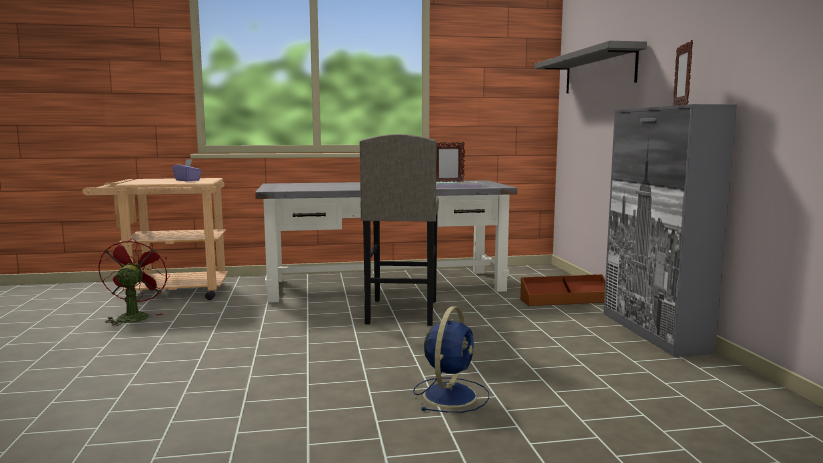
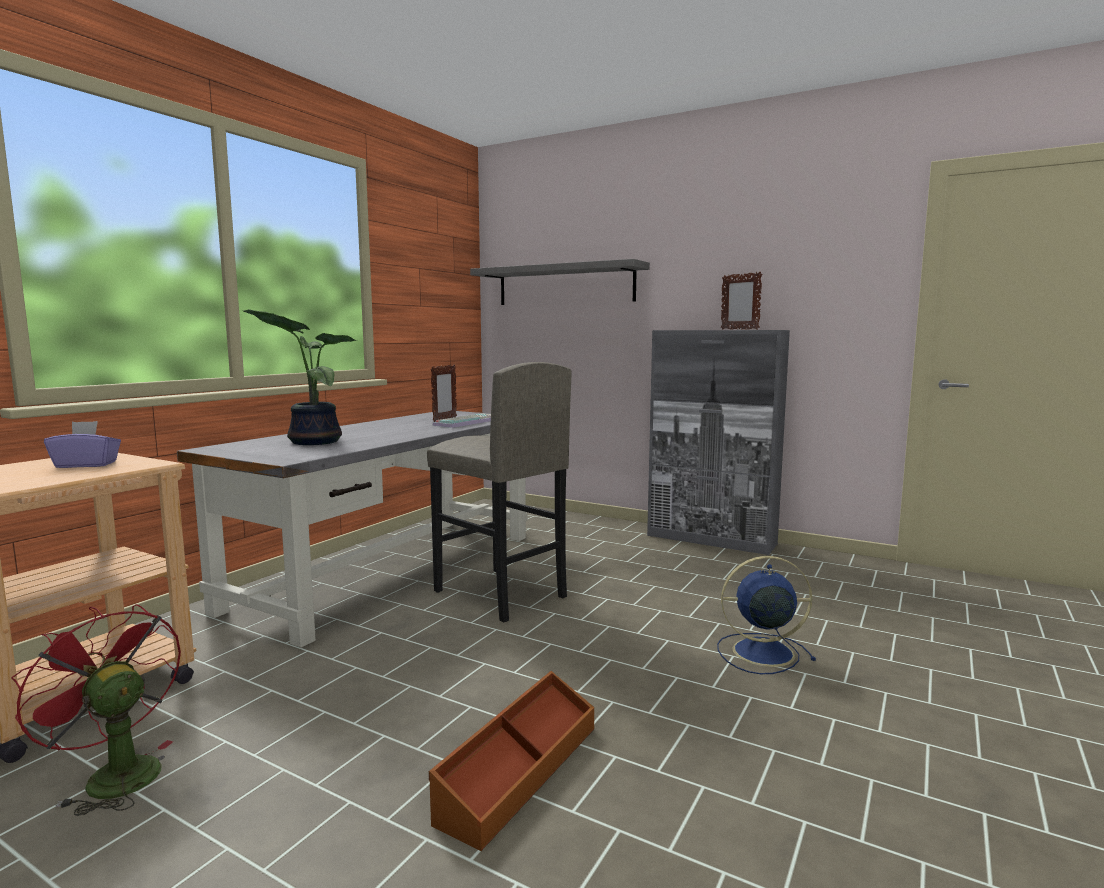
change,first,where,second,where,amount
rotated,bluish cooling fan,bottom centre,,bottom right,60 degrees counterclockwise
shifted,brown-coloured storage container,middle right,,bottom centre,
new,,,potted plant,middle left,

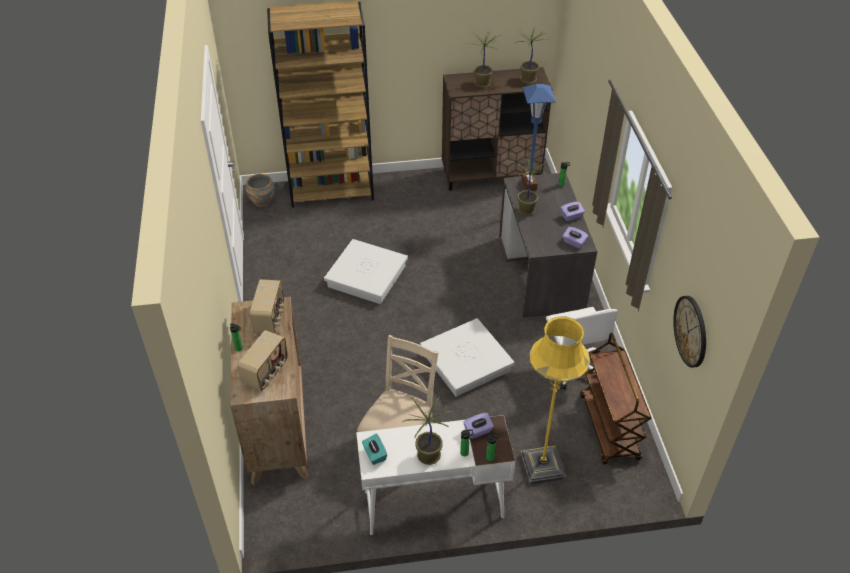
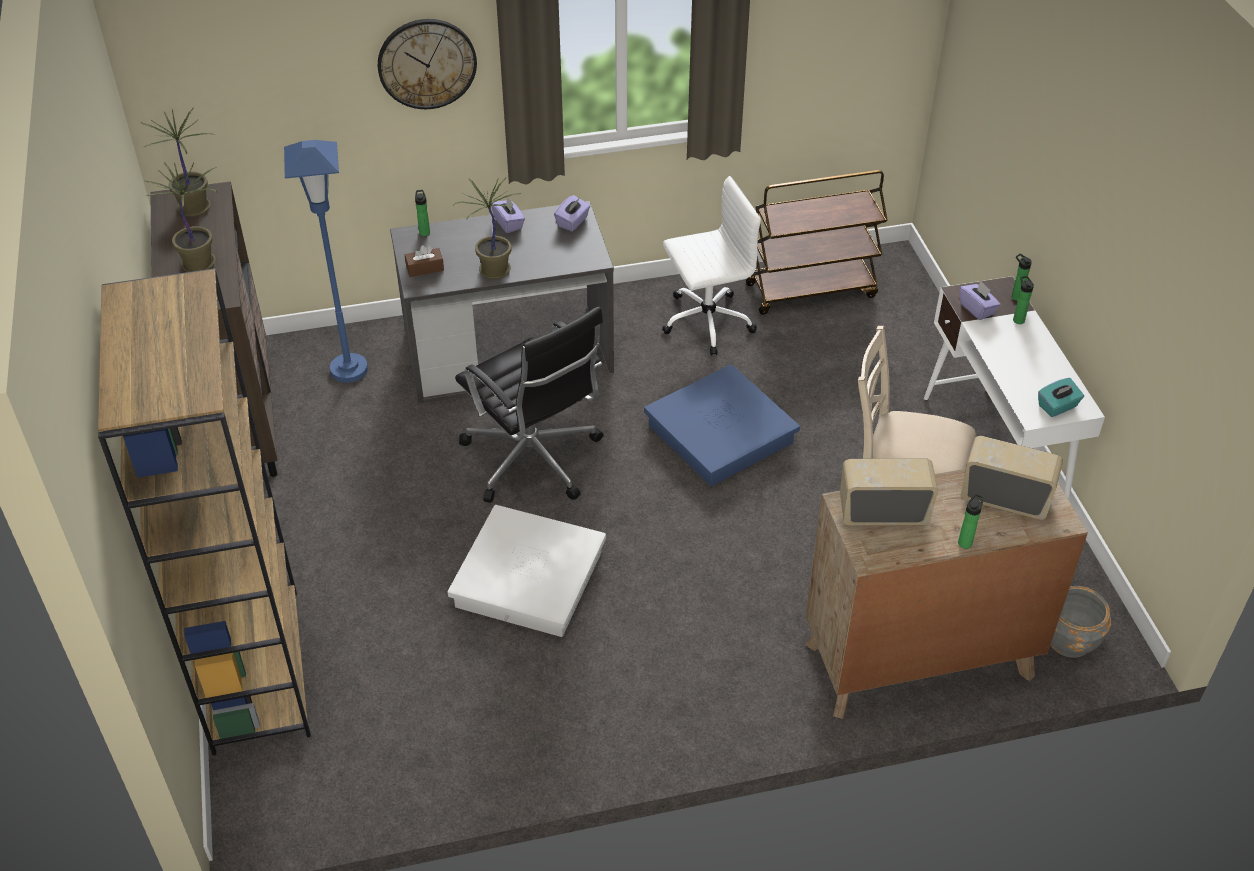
change,first,where,second,where,amount
shifted,gray flower pot,top left,,bottom right,
gone,potted plant (no. 1 from left),bottom centre,,,
repainted,white storage container (no. 2 from left),centre,bluish storage container,centre,
gone,yellowish floor lamp,bottom centre,,,
shifted,clock on the wall,middle right,,top centre,
new,,,black office chair,centre,

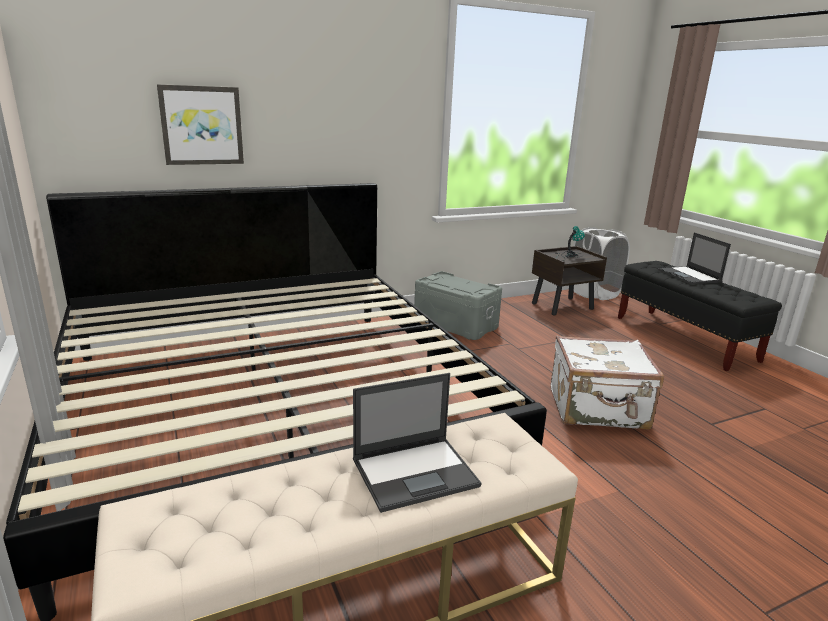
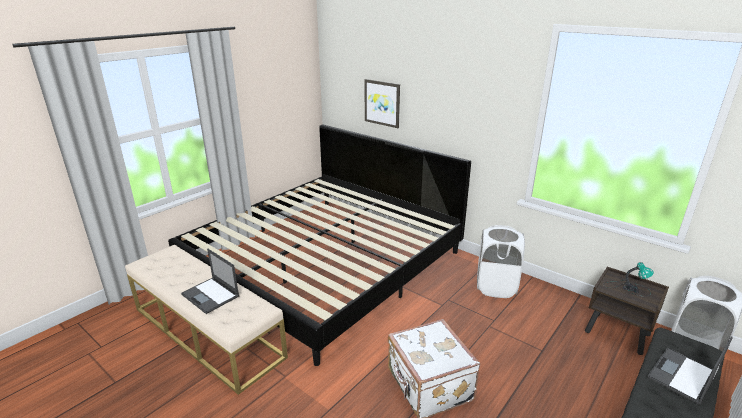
change,first,where,second,where,amount
swapped,gray storage container,centre,white laundry basket (no. 1 from left),middle right,

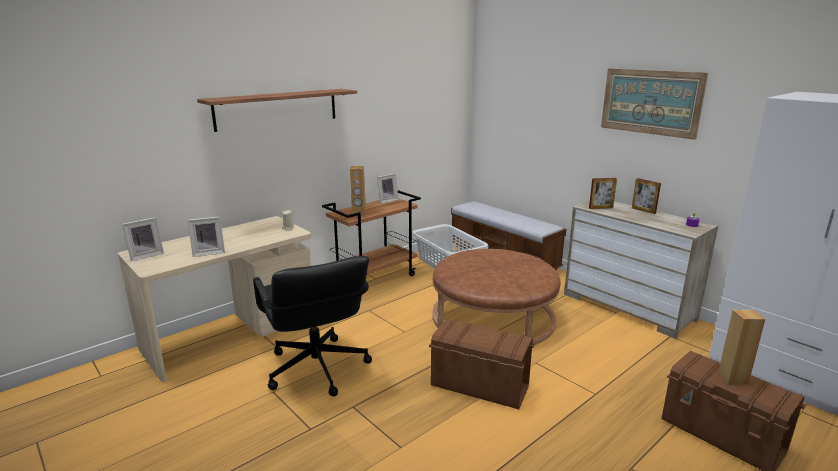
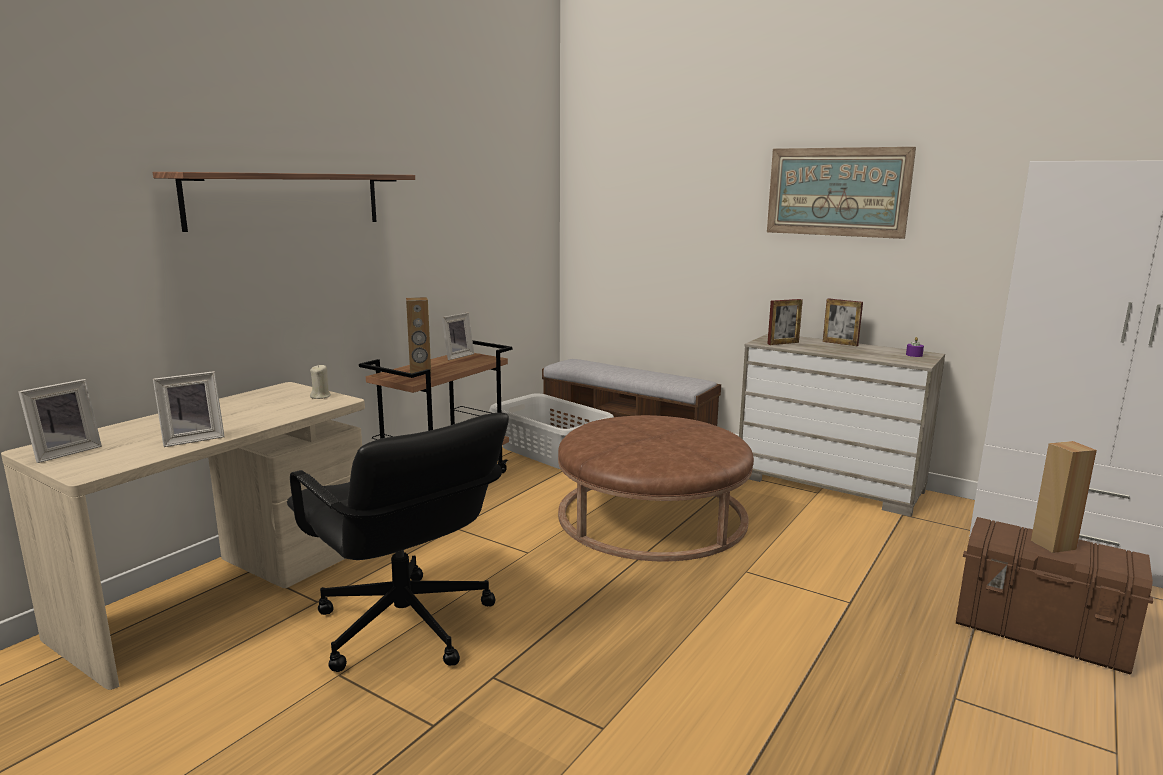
change,first,where,second,where,amount
gone,brown-coloured storage container (no. 1 from left),bottom centre,,,

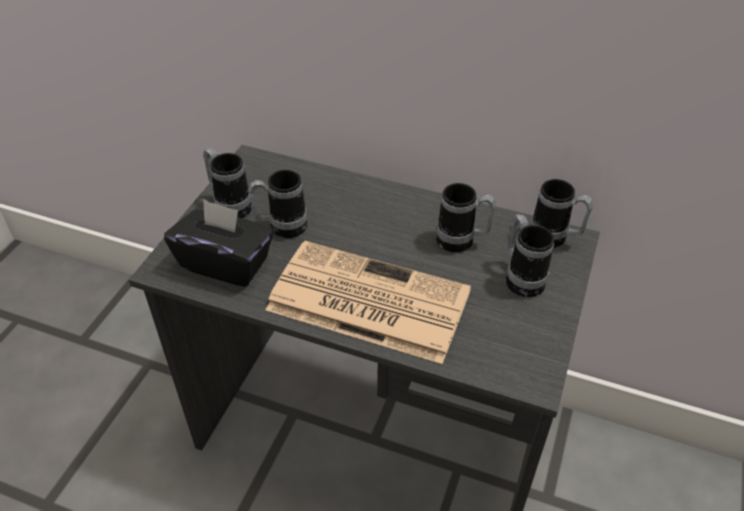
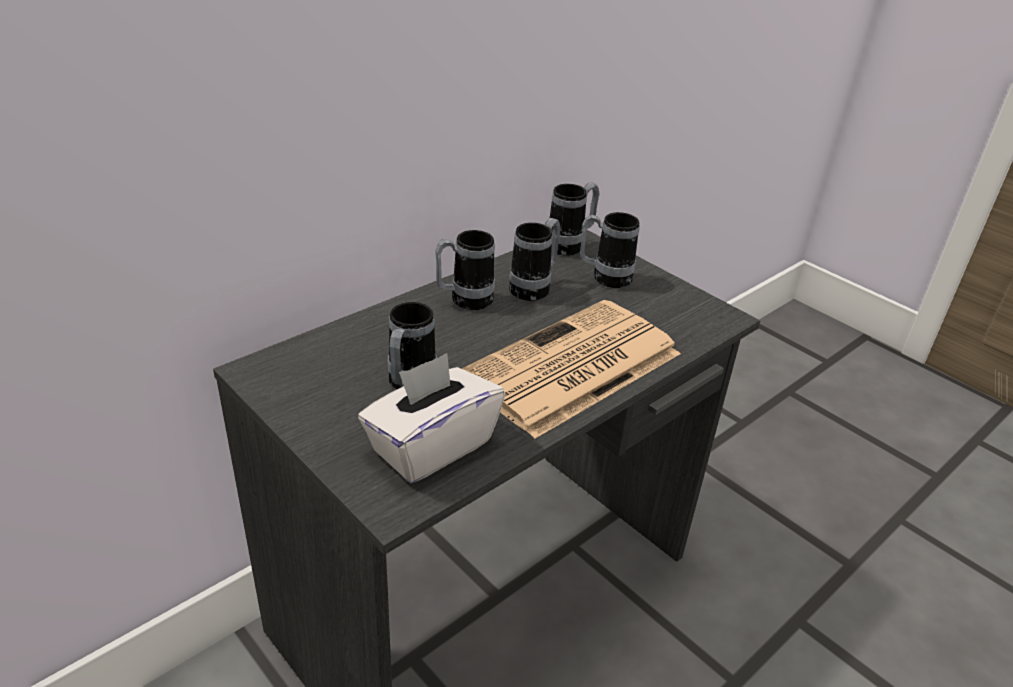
change,first,where,second,where,amount
repainted,black box of tissues,middle left,white box of tissues,centre,
shifted,tea mug (no. 1 from left in the first image),middle left,tea mug (no. 2 from left),centre,

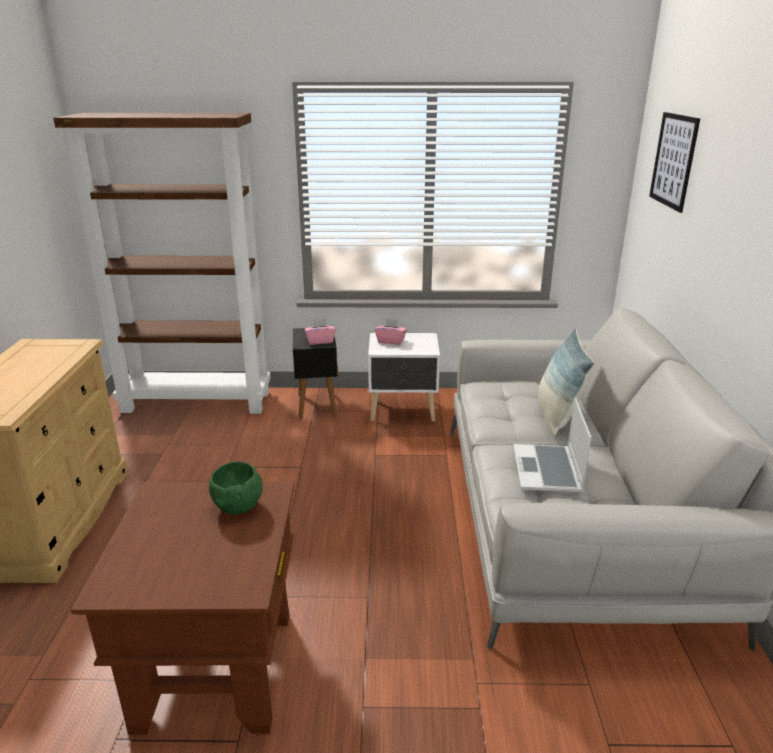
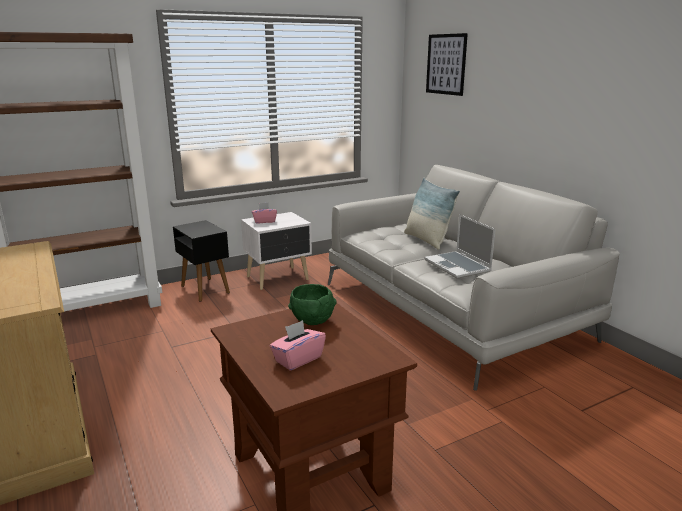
change,first,where,second,where,amount
shifted,pinkish box of tissues (no. 1 from left in the first image),centre,pinkish box of tissues (no. 2 from left),bottom centre,

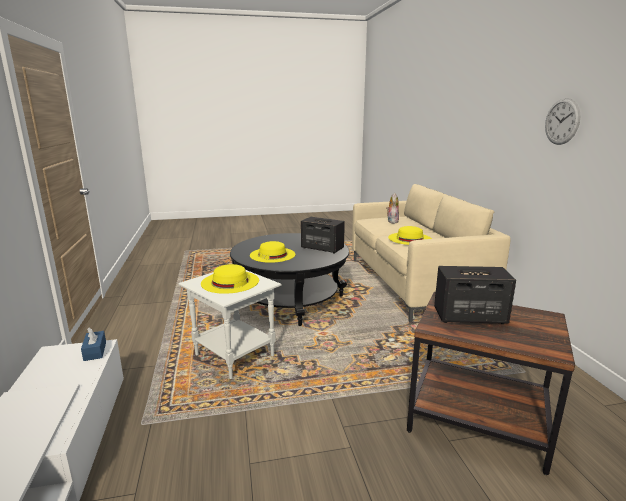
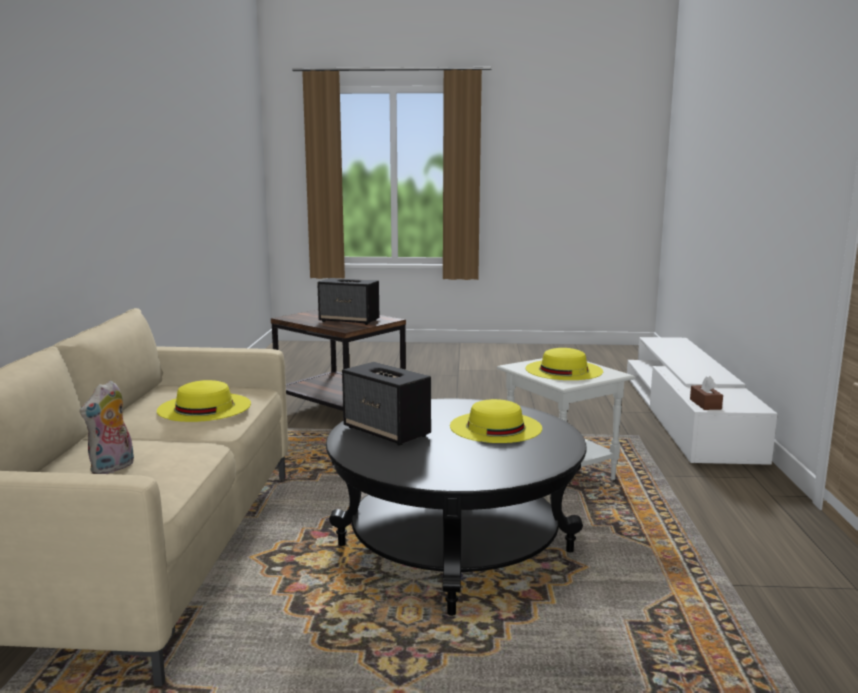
change,first,where,second,where,amount
repainted,bluish box of tissues,bottom left,brown-coloured box of tissues,middle right,
gone,clock on the wall,top right,,,

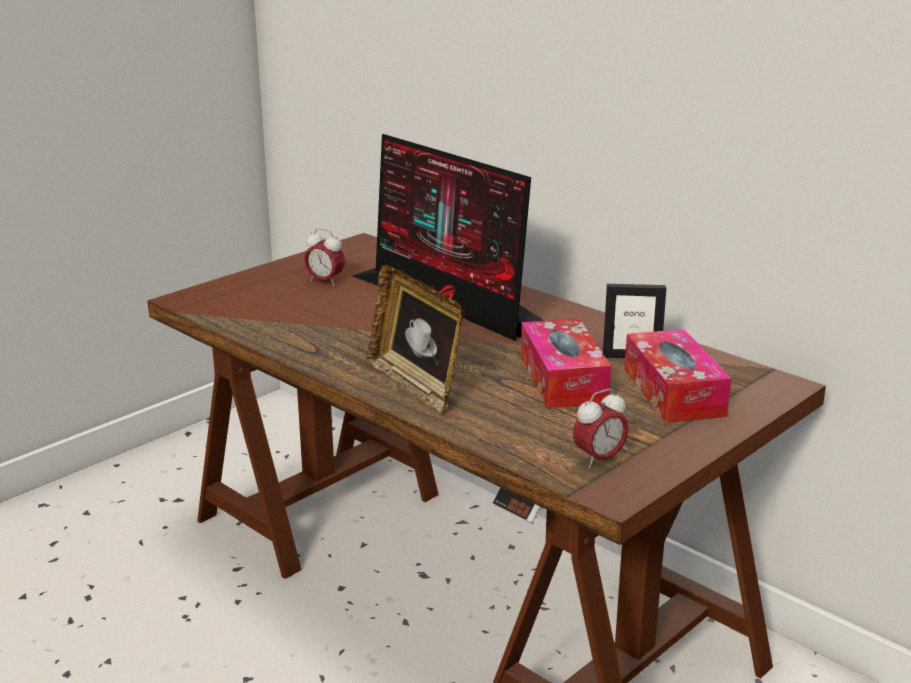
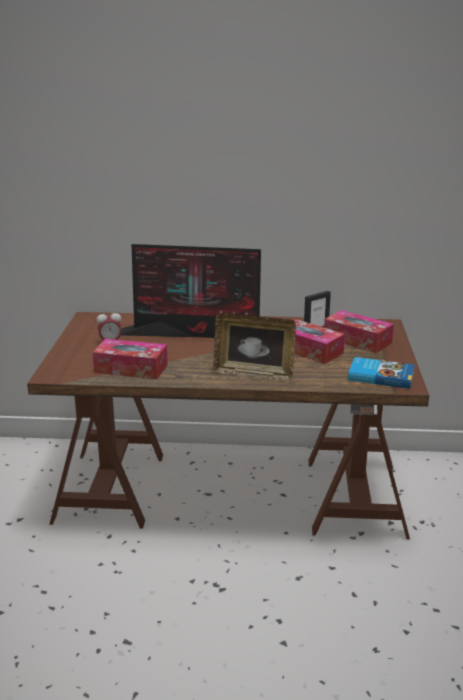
change,first,where,second,where,amount
swapped,table clock (no. 2 from left),centre,bound book,middle right,
new,,,box of tissues (no. 1 from left),middle left,

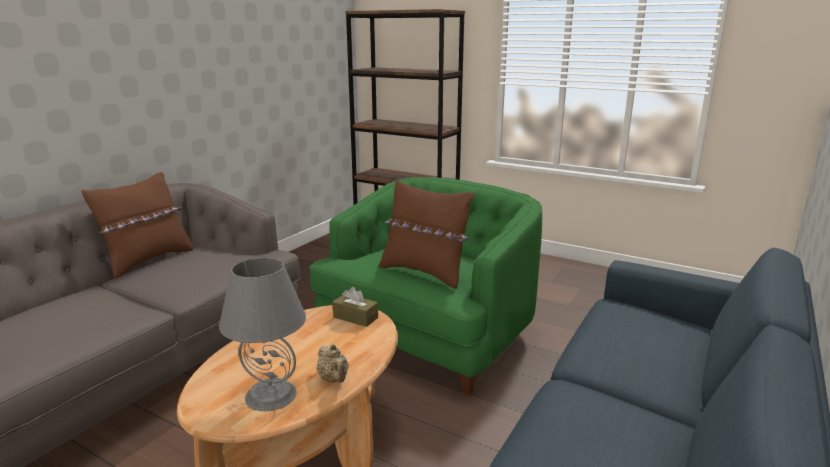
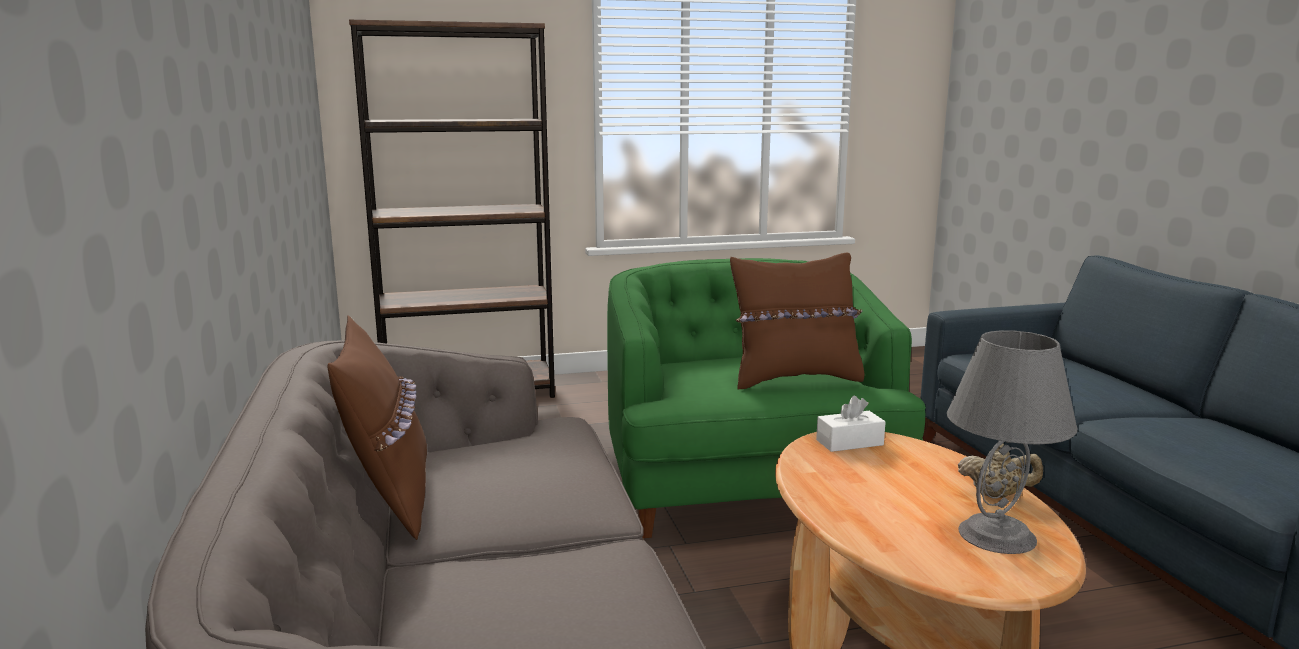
change,first,where,second,where,amount
repainted,brown-coloured box of tissues,centre,white box of tissues,centre,

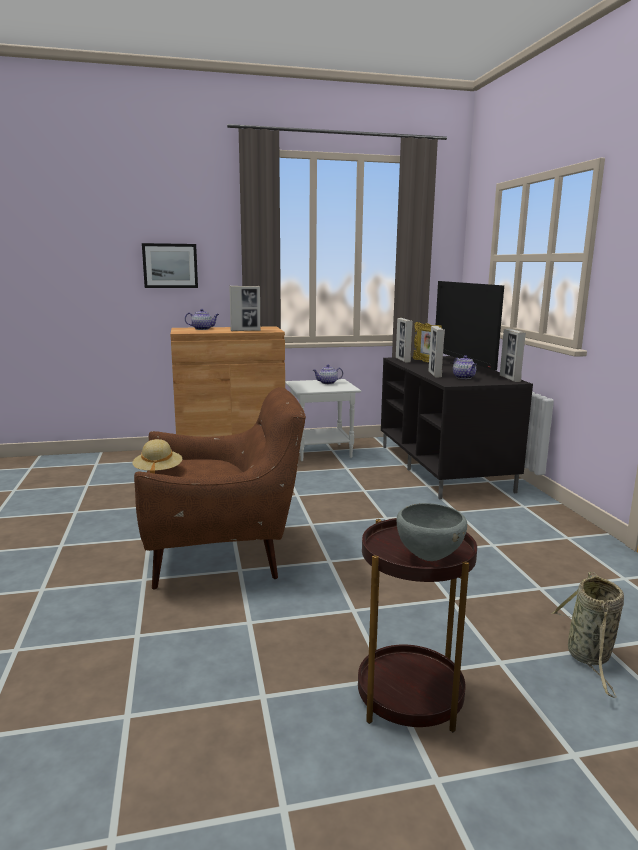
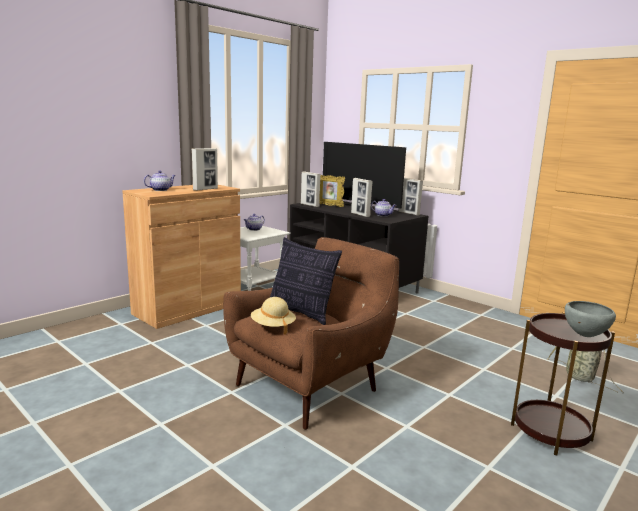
change,first,where,second,where,amount
gone,wall art,top left,,,
new,,,cushion,centre,

